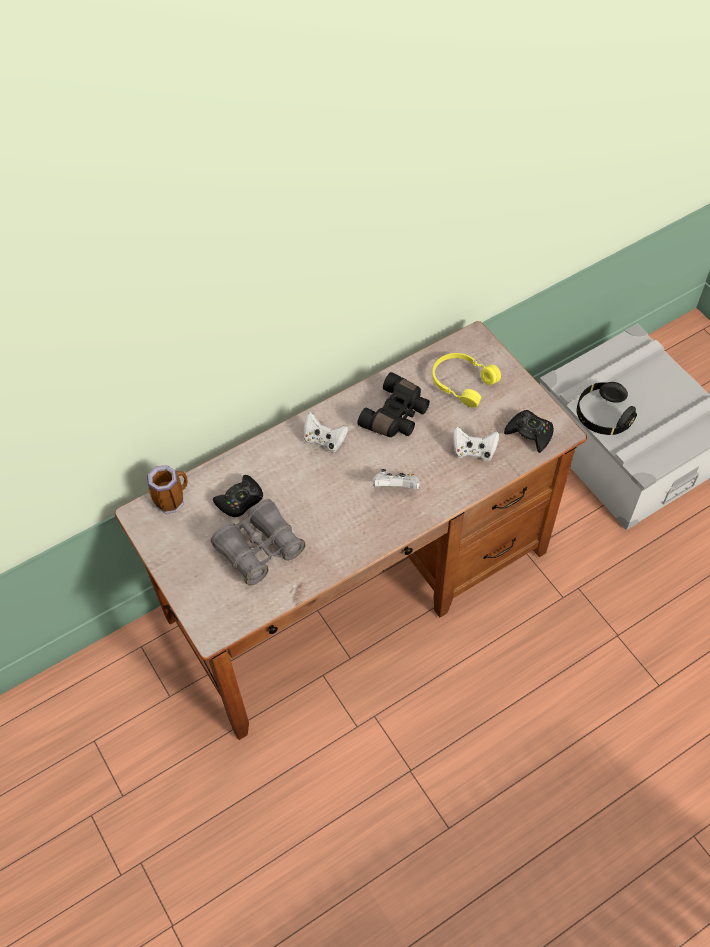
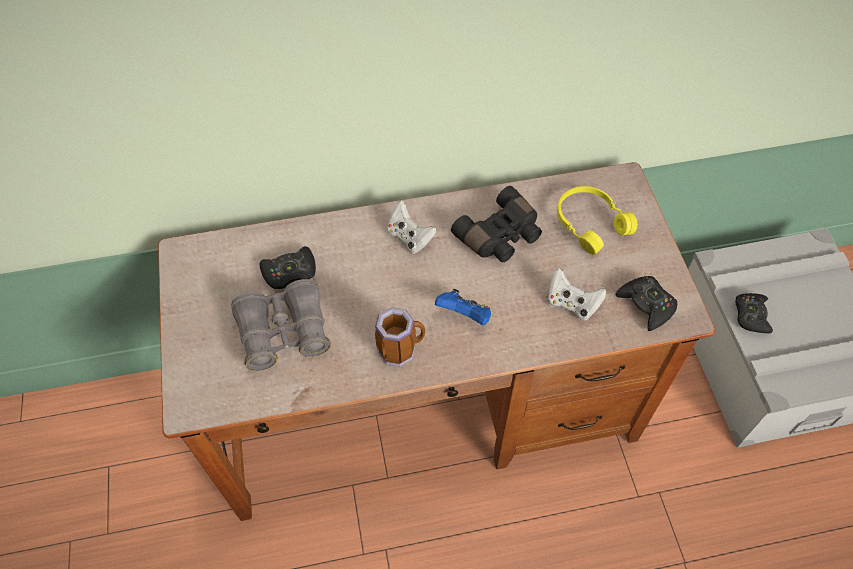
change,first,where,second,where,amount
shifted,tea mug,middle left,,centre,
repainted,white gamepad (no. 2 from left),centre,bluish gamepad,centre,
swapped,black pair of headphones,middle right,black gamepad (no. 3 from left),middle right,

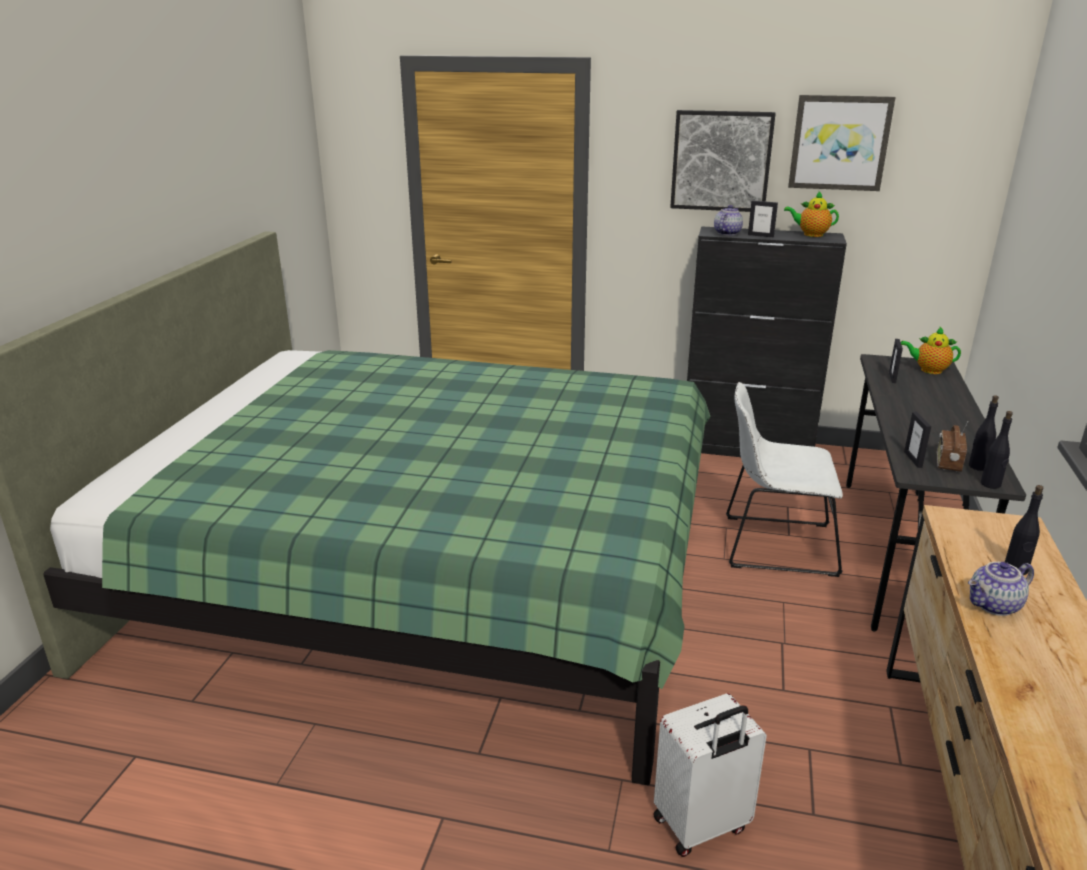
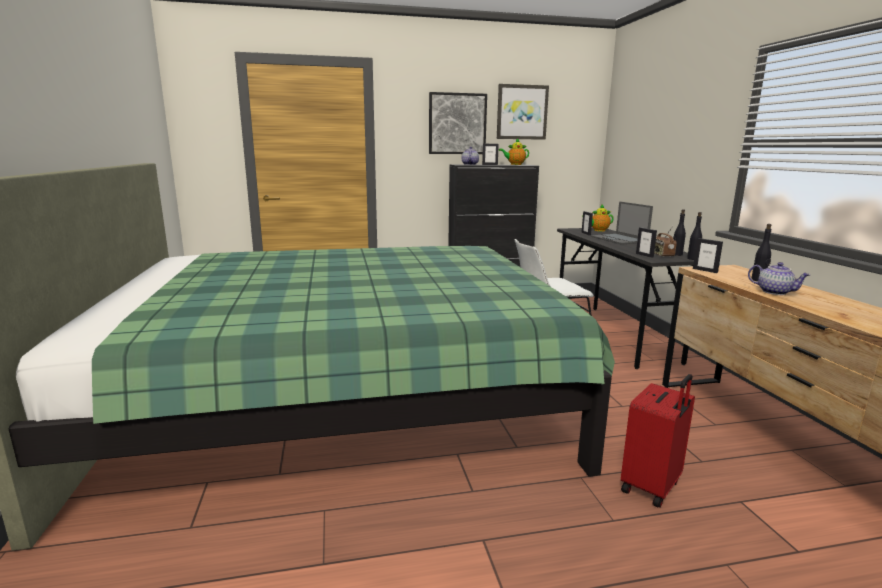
change,first,where,second,where,amount
repainted,white suitcase,bottom centre,red-coloured suitcase,bottom right,
rotated,teapot (no. 4 from left),bottom right,,middle right,90 degrees counterclockwise
new,,,portable computer,middle right,
new,,,picture frame (no. 4 from left),middle right,

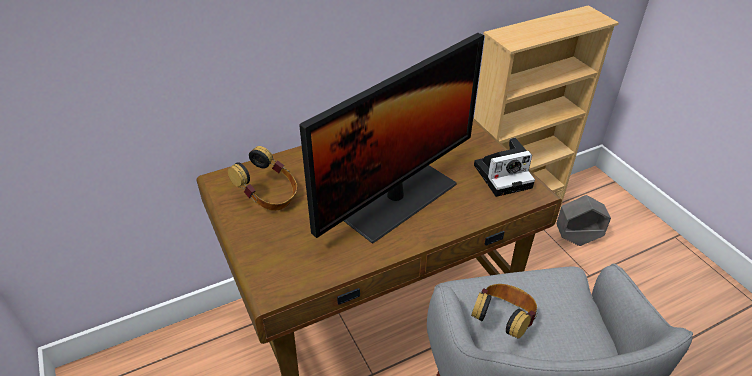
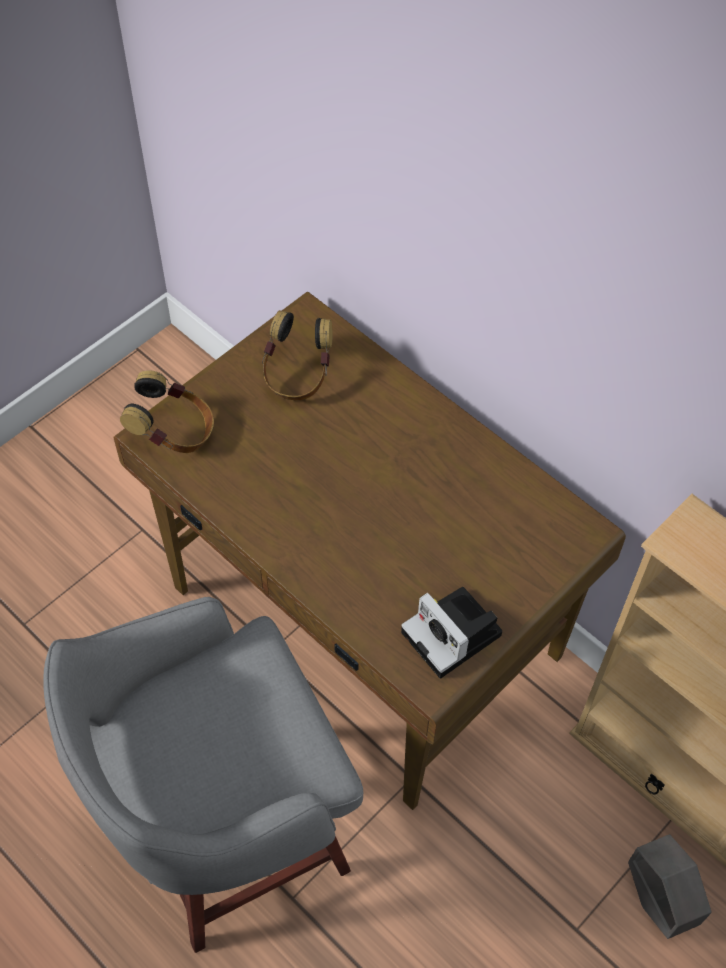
change,first,where,second,where,amount
gone,monitor,centre,,,
shifted,pair of headphones (no. 2 from left in the first image),bottom right,pair of headphones (no. 1 from left),middle left,

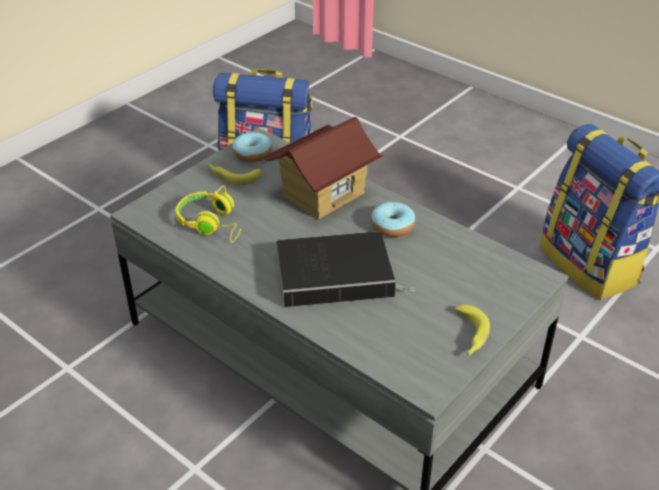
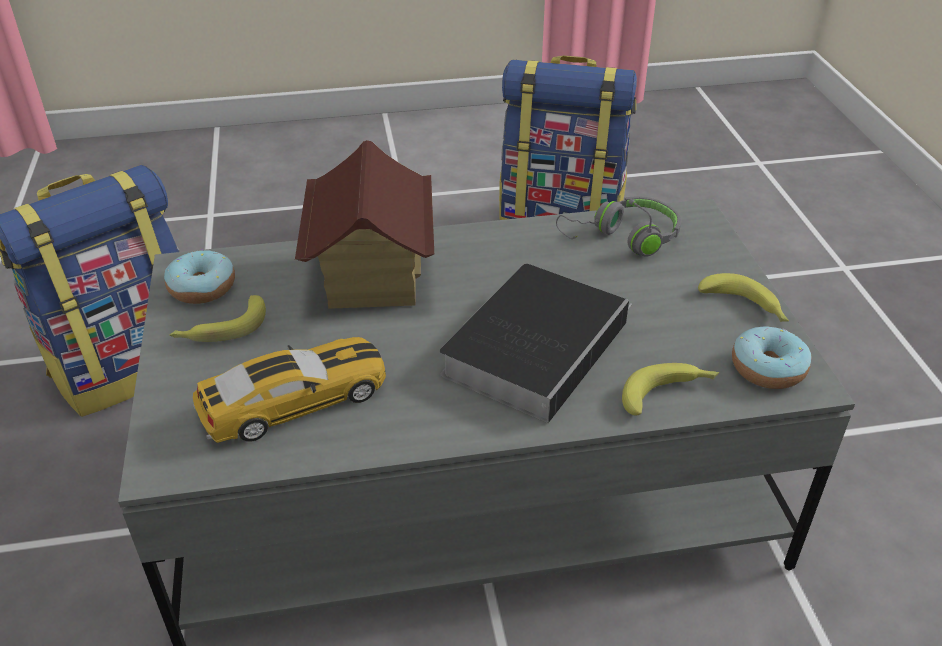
change,first,where,second,where,amount
swapped,yellowish pair of headphones,middle left,miniature car,middle left,
shifted,donut (no. 2 from left),centre,,middle right,
new,,,gray pair of headphones,centre,
new,,,banana (no. 2 from left),middle right,

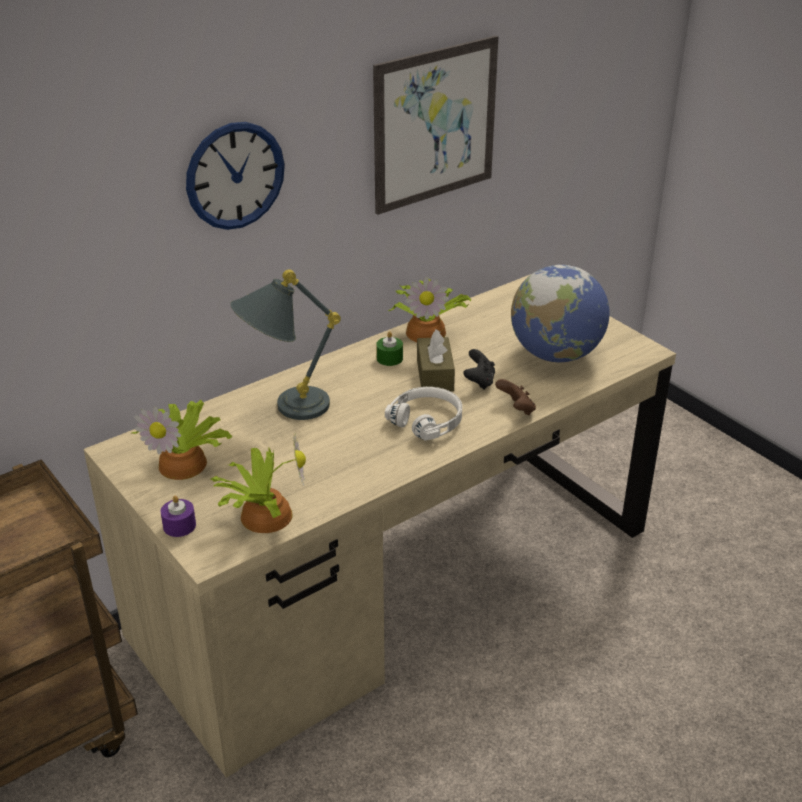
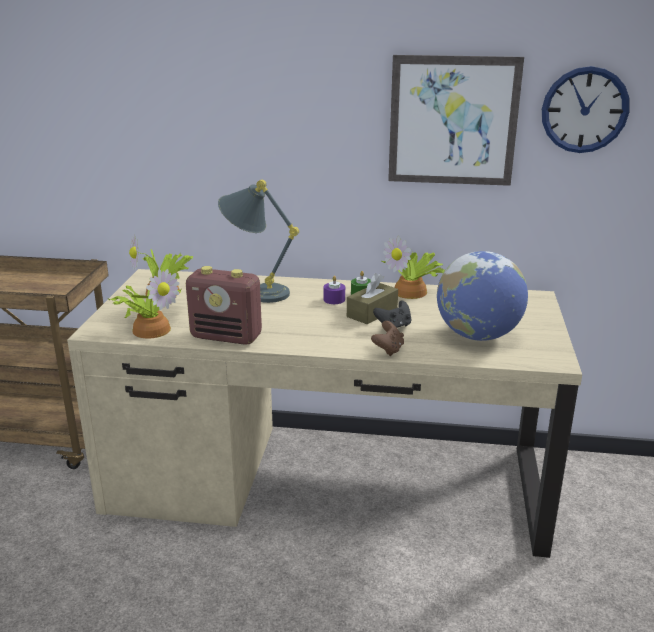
change,first,where,second,where,amount
shifted,purple-coloured candle,middle left,,centre,
shifted,clock on the wall,top left,,top right,
gone,white pair of headphones,centre,,,
new,,,radio,centre,

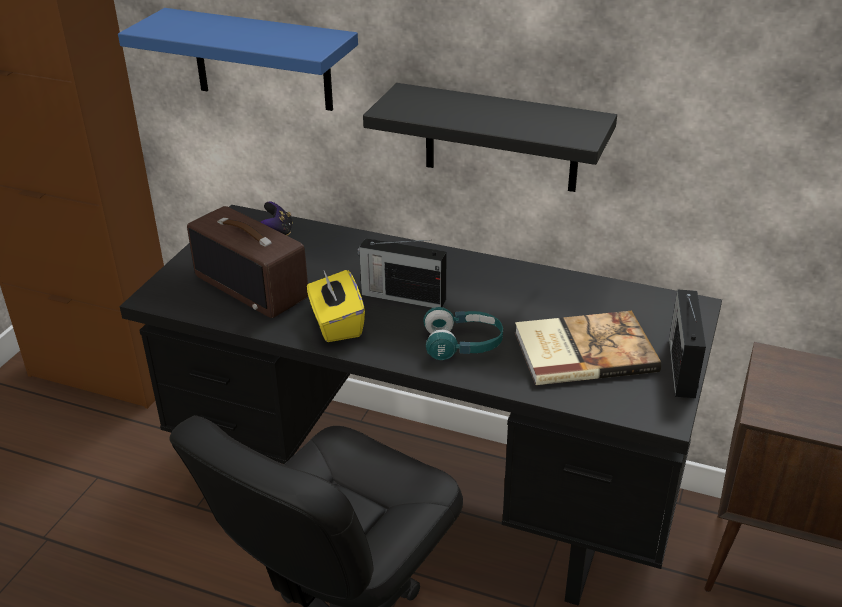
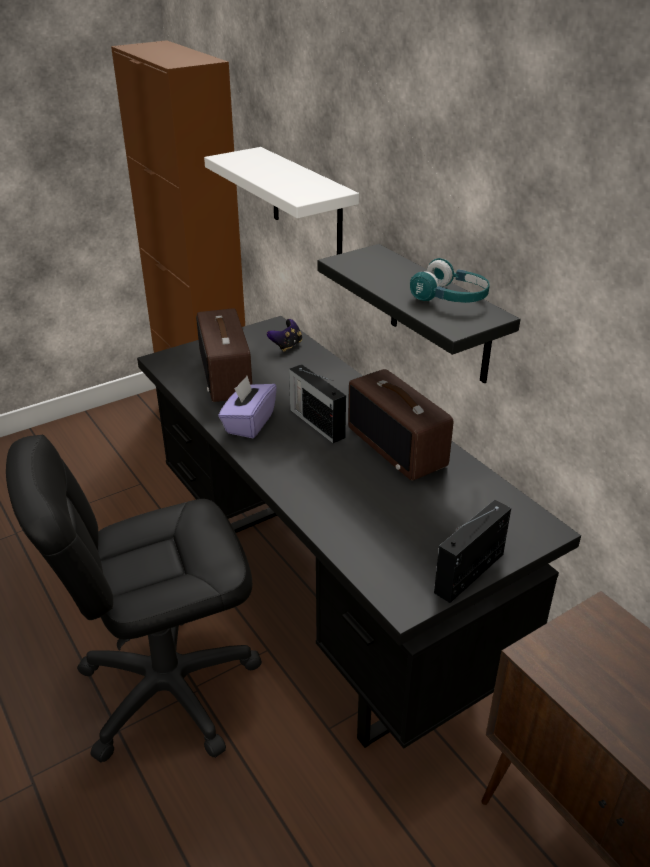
change,first,where,second,where,amount
repainted,bluish wall shelf,top left,white wall shelf,top centre,
repainted,yellowish box of tissues,centre,purple-coloured box of tissues,centre,
shifted,turquoise-coloured pair of headphones,centre,,top right,
gone,bound book,middle right,,,
new,,,radio (no. 3 from left),centre,

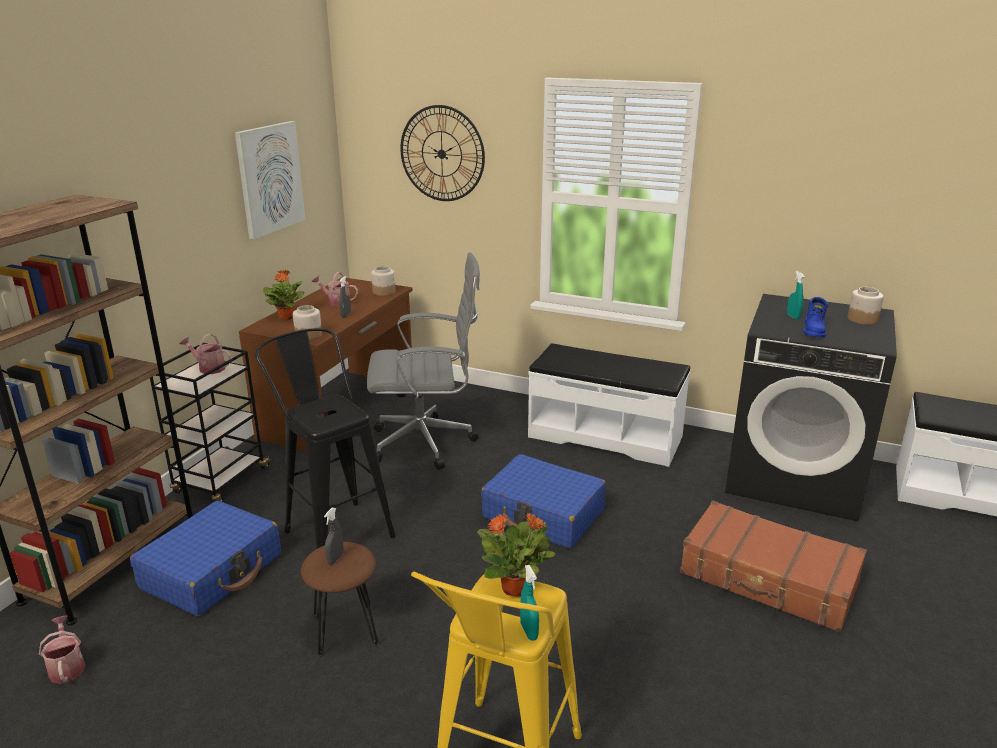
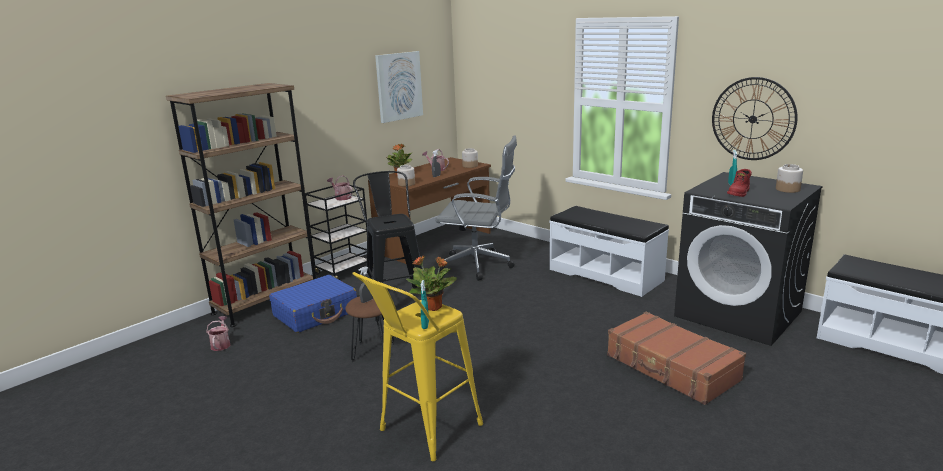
change,first,where,second,where,amount
shifted,clock on the wall,top centre,,top right,
gone,bluish suitcase (no. 2 from left),bottom centre,,,
repainted,bluish high-top boot,middle right,red-coloured high-top boot,middle right,

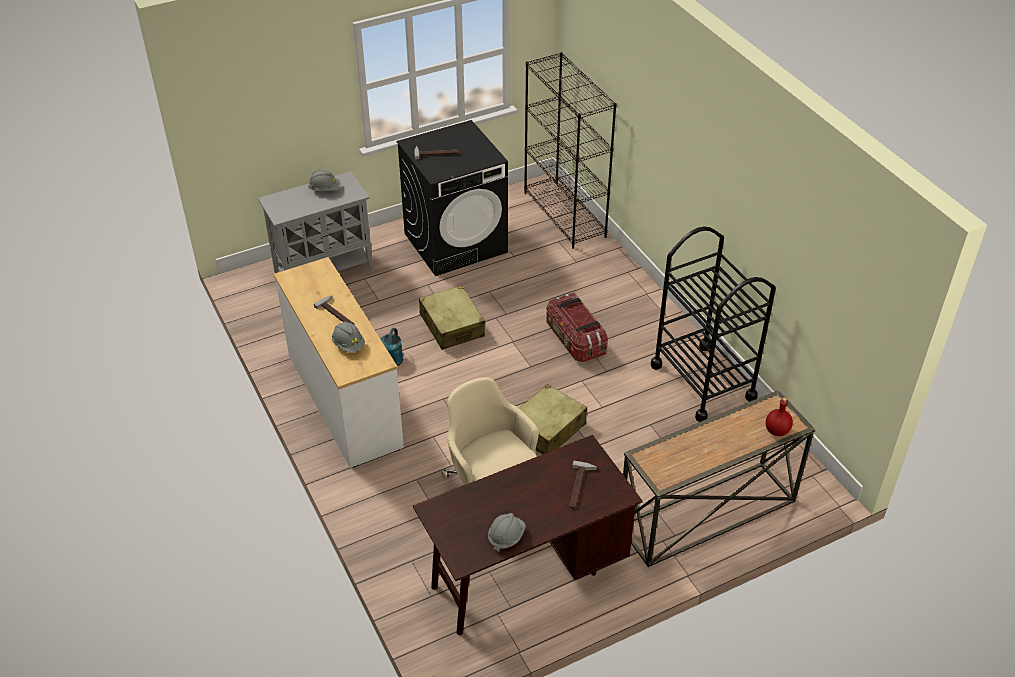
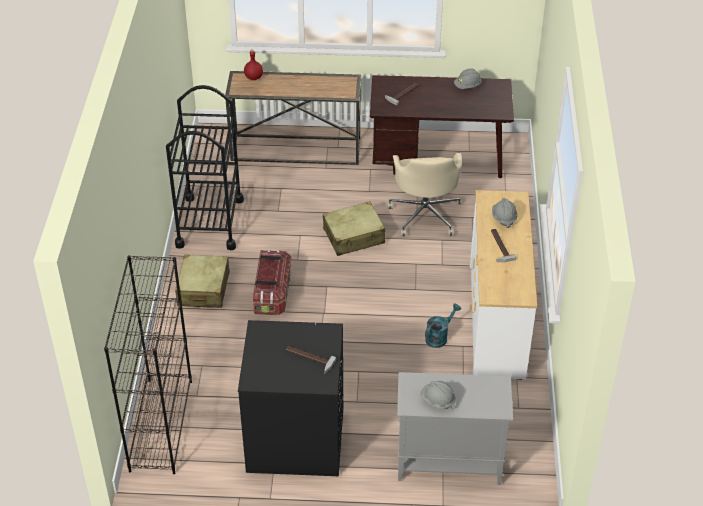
change,first,where,second,where,amount
shifted,beige suitcase (no. 1 from left),centre,,middle left,

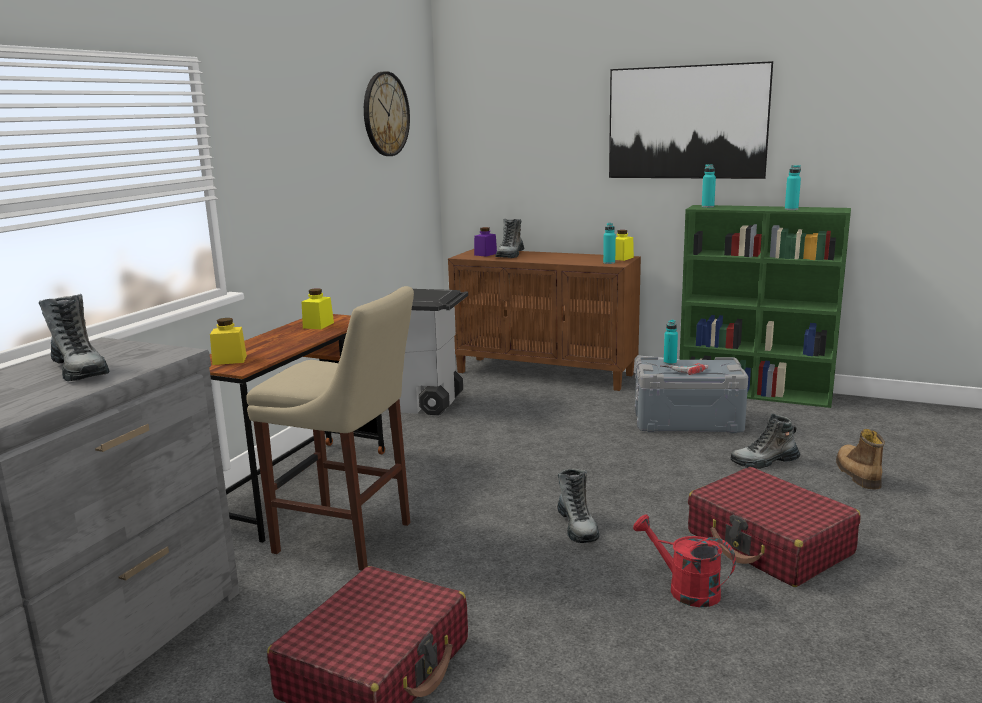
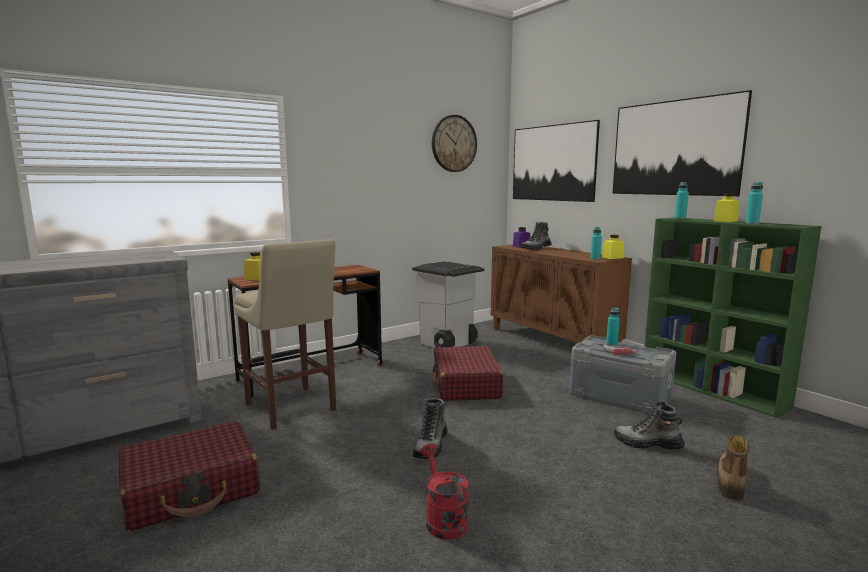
change,first,where,second,where,amount
gone,high-top boot (no. 1 from left),middle left,,,
shifted,yellowish jar (no. 2 from left in the first image),middle left,yellowish jar (no. 3 from left),middle right,
shifted,red-coloured suitcase (no. 2 from left),bottom right,,centre,
new,,,wall art (no. 1 from left),top centre,

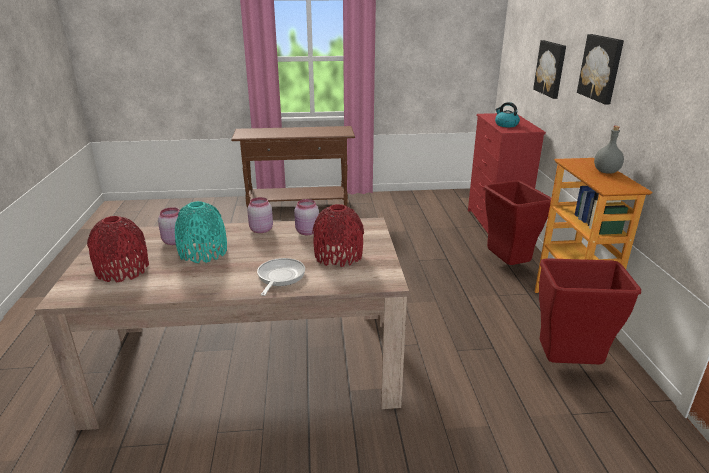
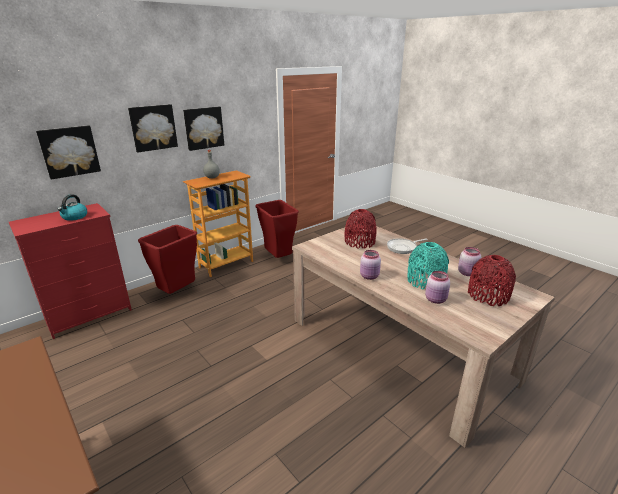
change,first,where,second,where,amount
shifted,pinkish jar (no. 3 from left),centre,,middle right,
new,,,wall art (no. 3 from left),top left,

